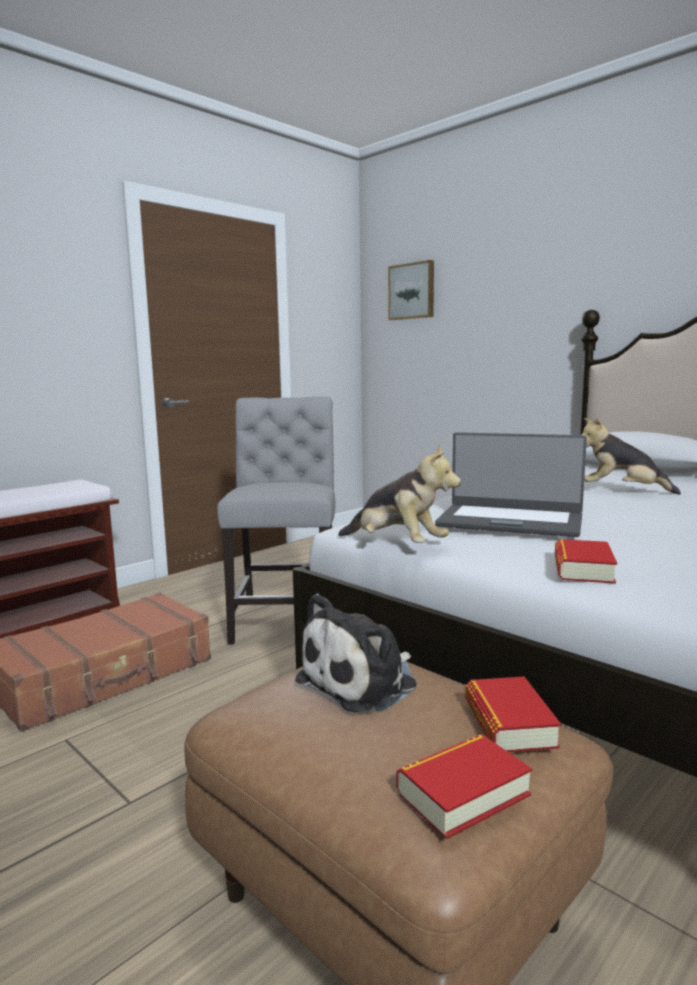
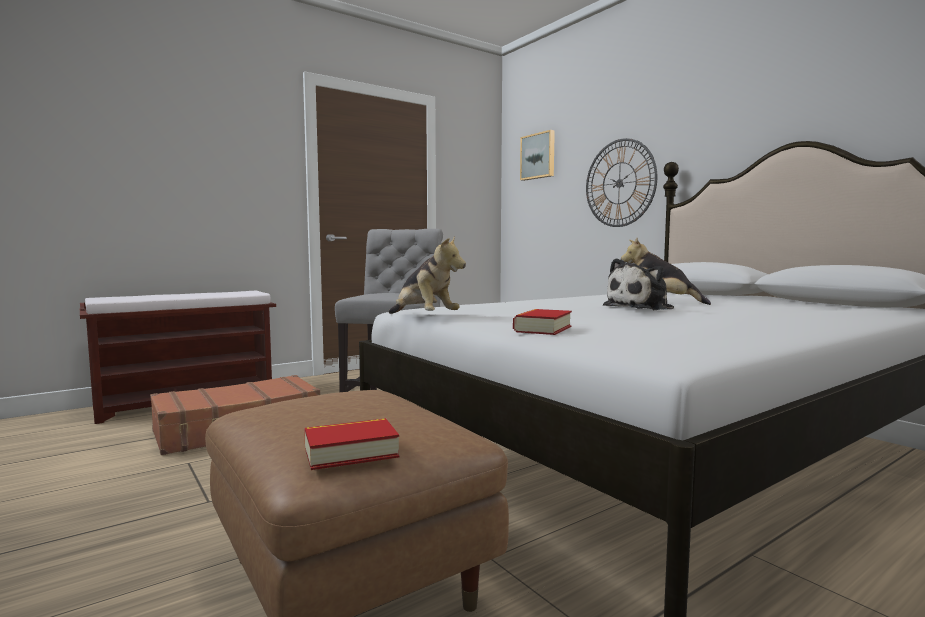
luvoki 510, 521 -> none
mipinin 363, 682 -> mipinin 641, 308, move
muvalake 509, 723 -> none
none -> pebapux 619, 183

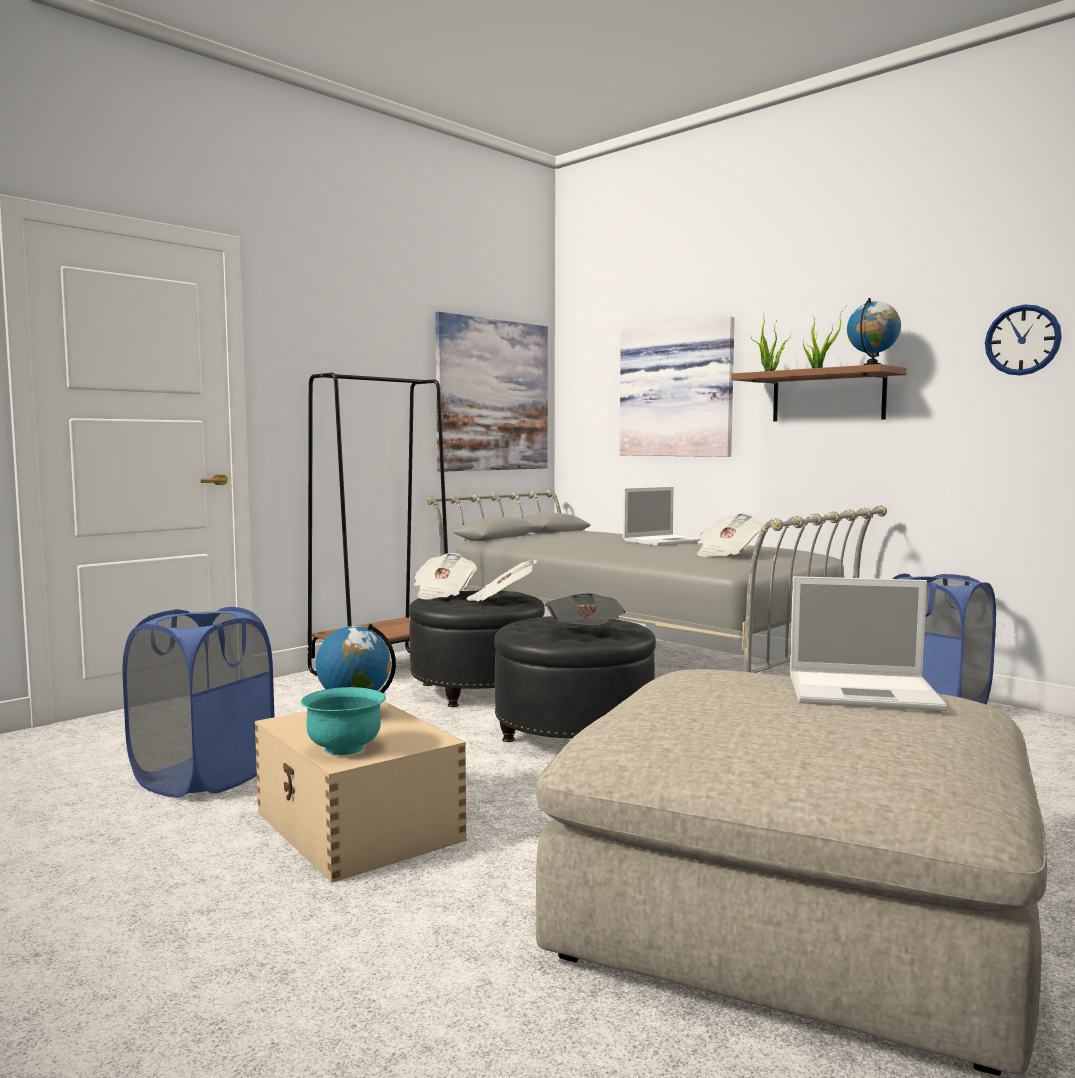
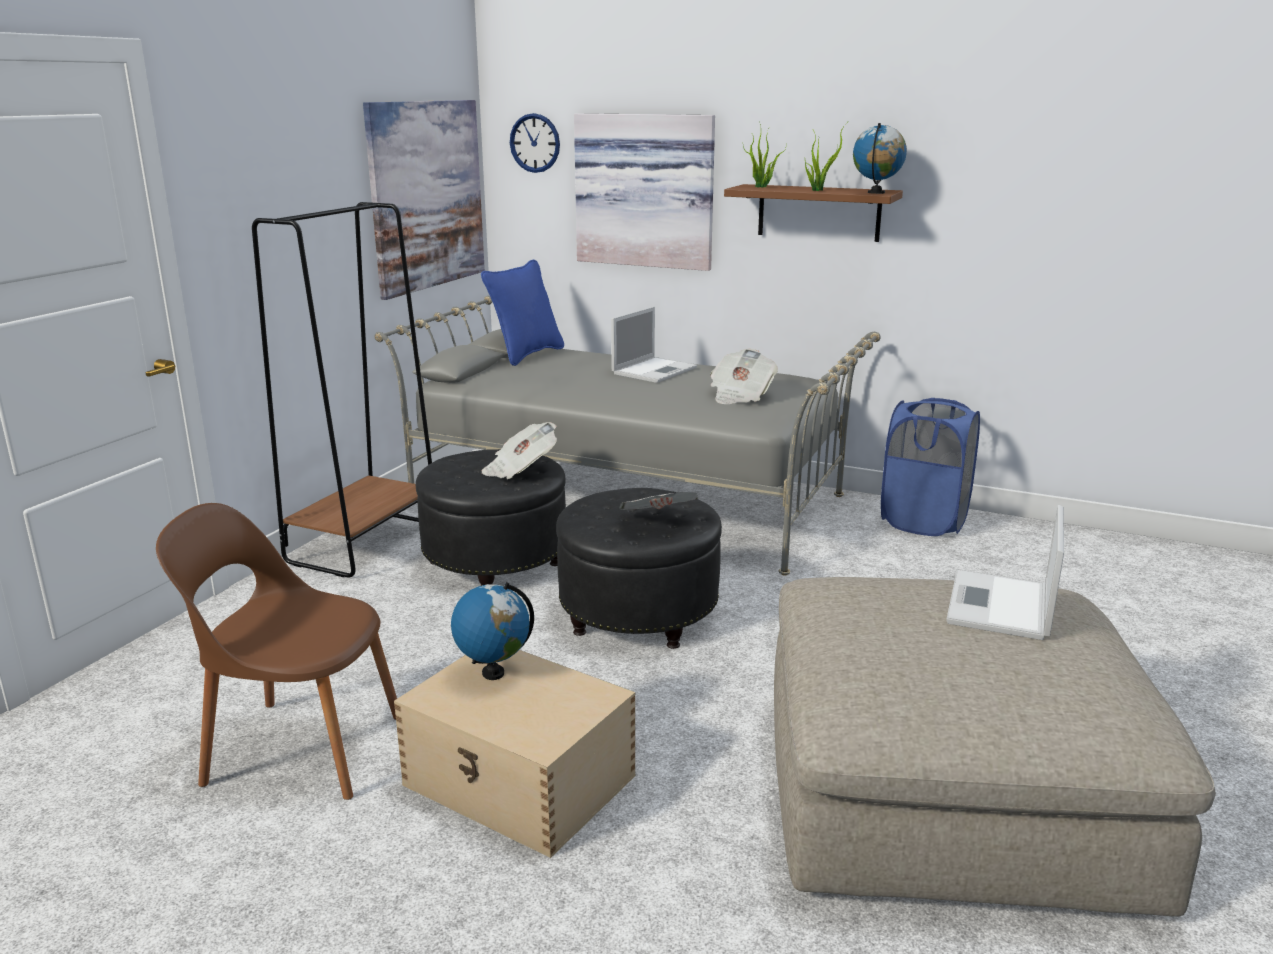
pebapux 1022, 340 -> pebapux 535, 143, move
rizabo 442, 594 -> none
luvoki 865, 692 -> luvoki 1000, 607, 120 degrees clockwise
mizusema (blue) 204, 777 -> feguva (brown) 299, 748
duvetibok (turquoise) 345, 748 -> none
none -> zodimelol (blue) 526, 355

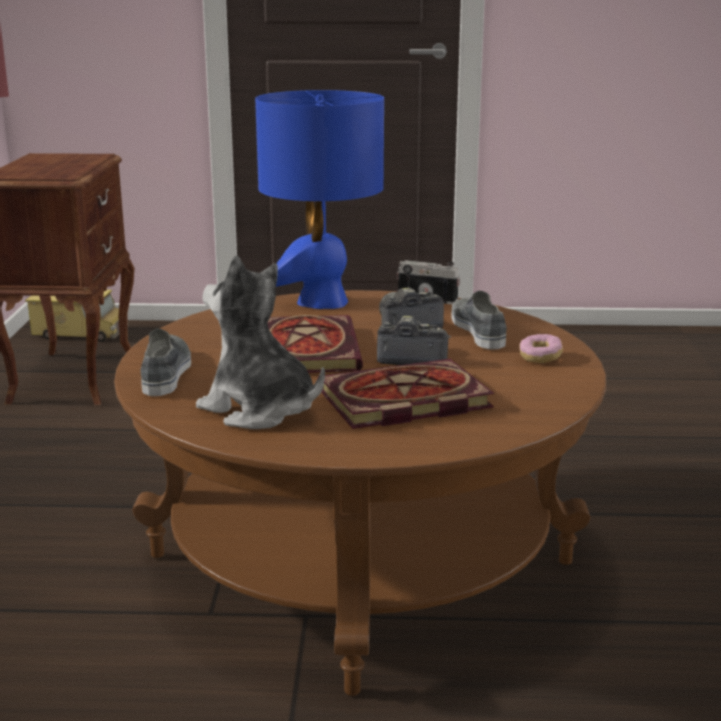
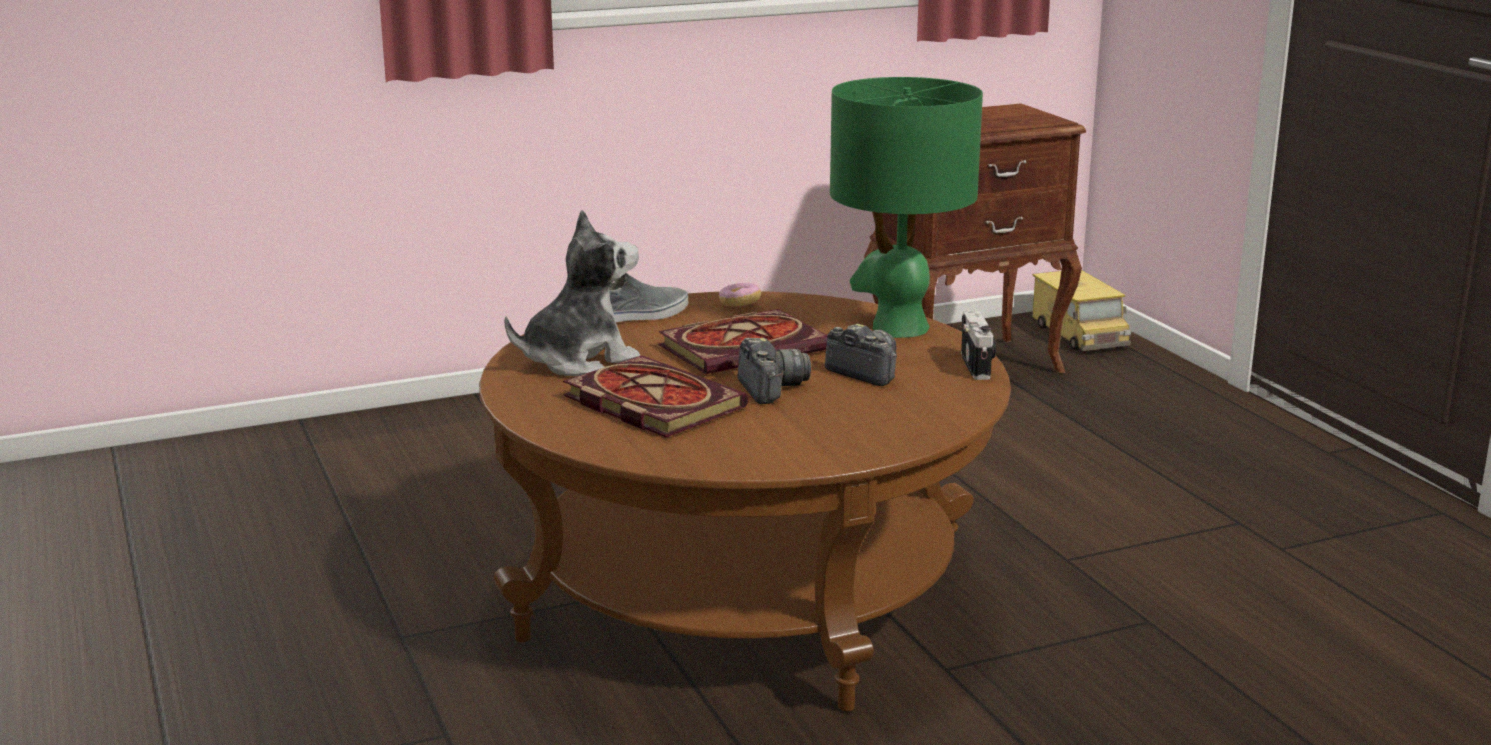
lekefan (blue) 322, 302 -> lekefan (green) 898, 327
mipinin 259, 410 -> mipinin 578, 360, 45 degrees clockwise
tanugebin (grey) 479, 330 -> none
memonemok 540, 357 -> memonemok 740, 304, move

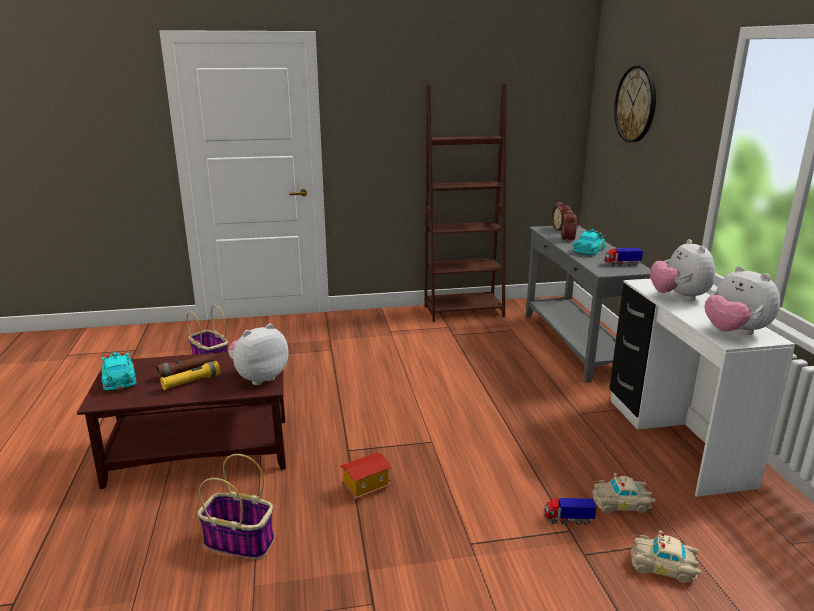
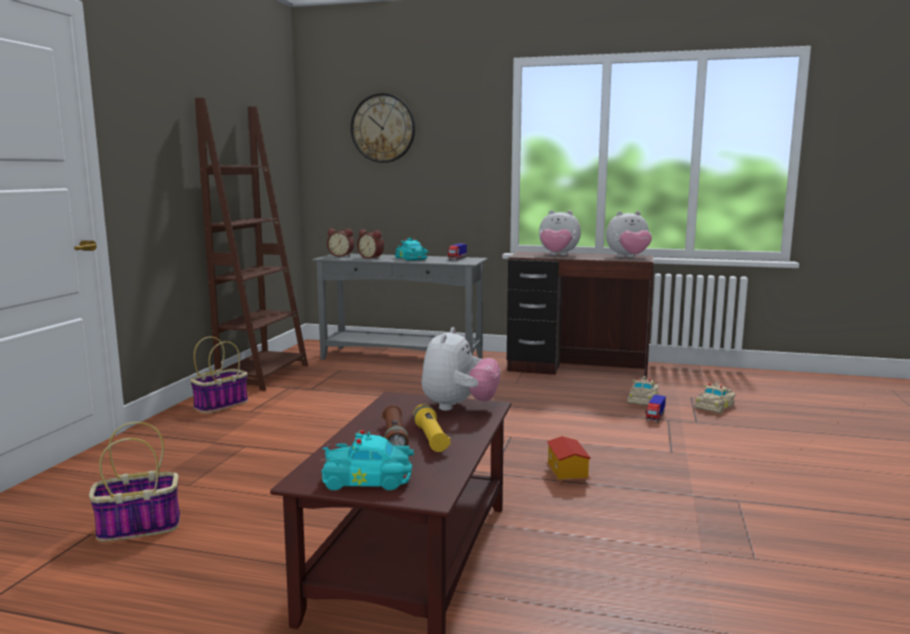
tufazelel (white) 674, 440 -> tufazelel (brown) 577, 370
mipinin 259, 378 -> mipinin 459, 407, 150 degrees counterclockwise
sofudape 240, 541 -> sofudape 221, 404, move

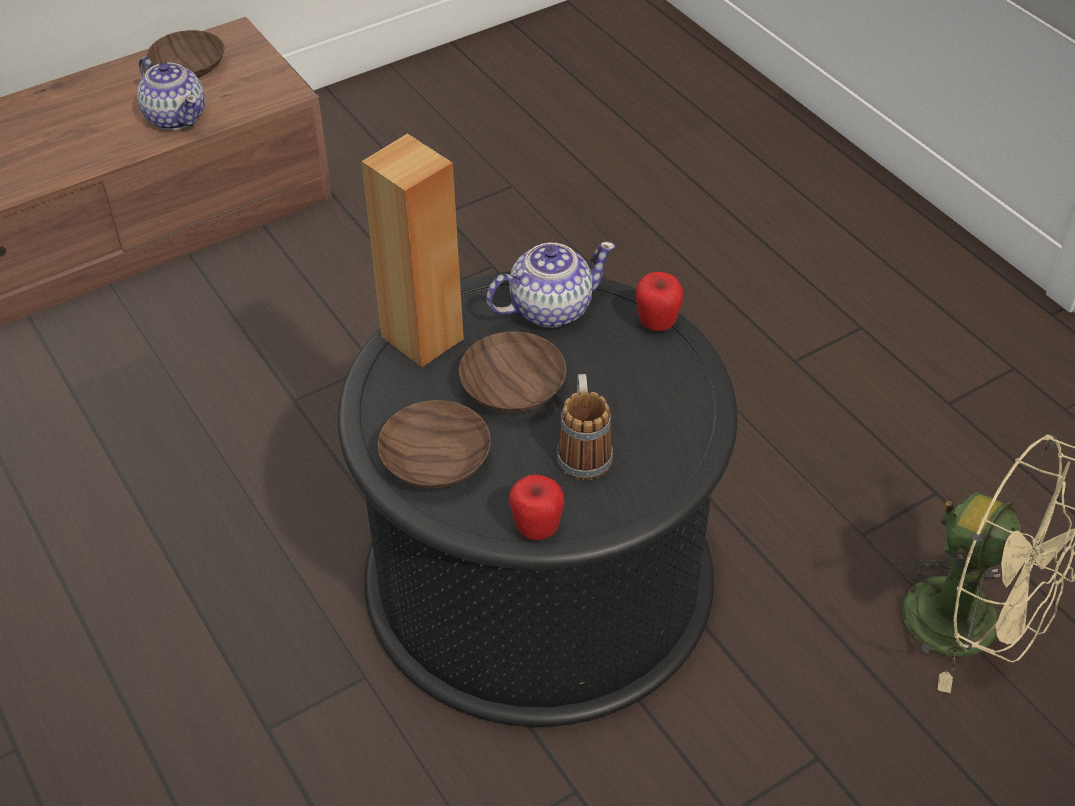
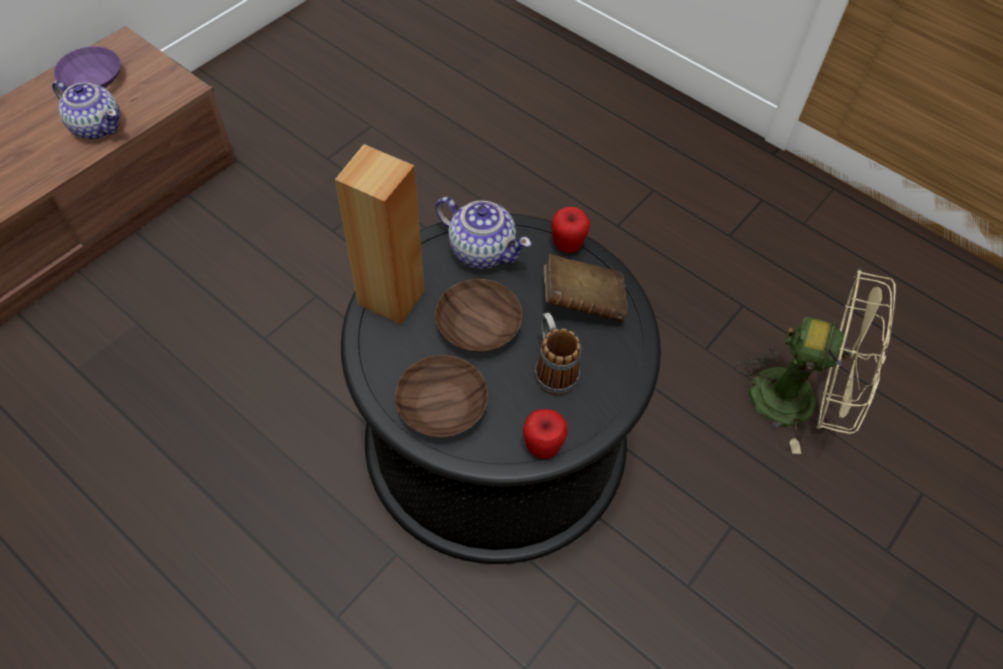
duvetibok (brown) 188, 67 -> duvetibok (purple) 92, 80
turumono 549, 308 -> turumono 481, 250, 75 degrees clockwise
none -> muvalake (brown) 582, 301

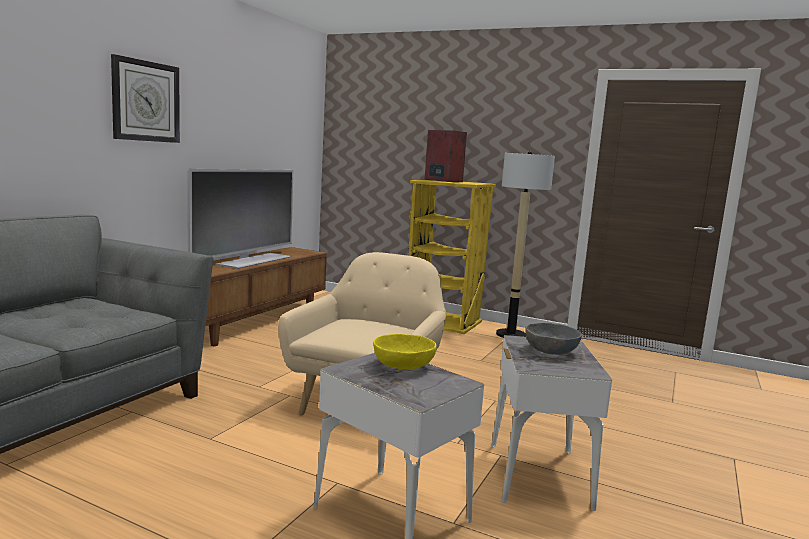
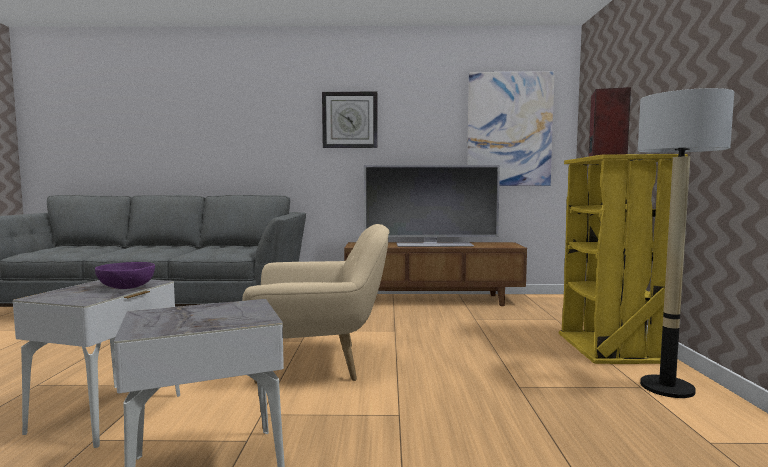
duvetibok (grey) 551, 351 -> none
duvetibok (yellow) 403, 366 -> duvetibok (purple) 127, 287
none -> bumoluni 509, 129

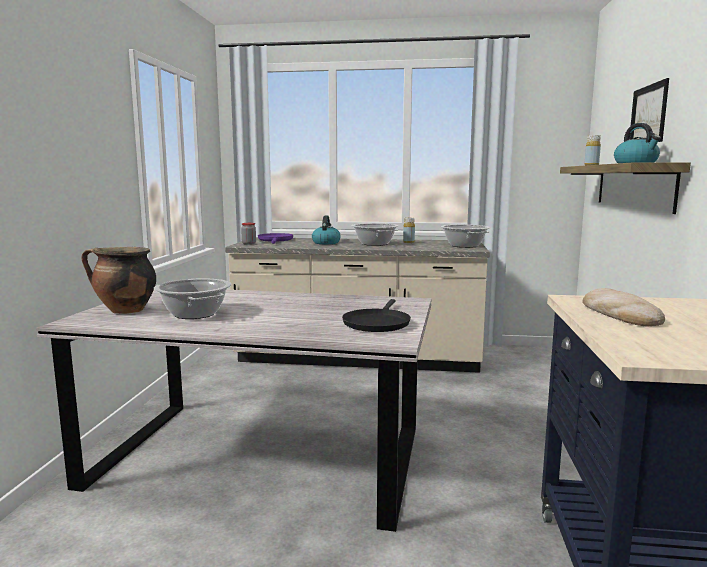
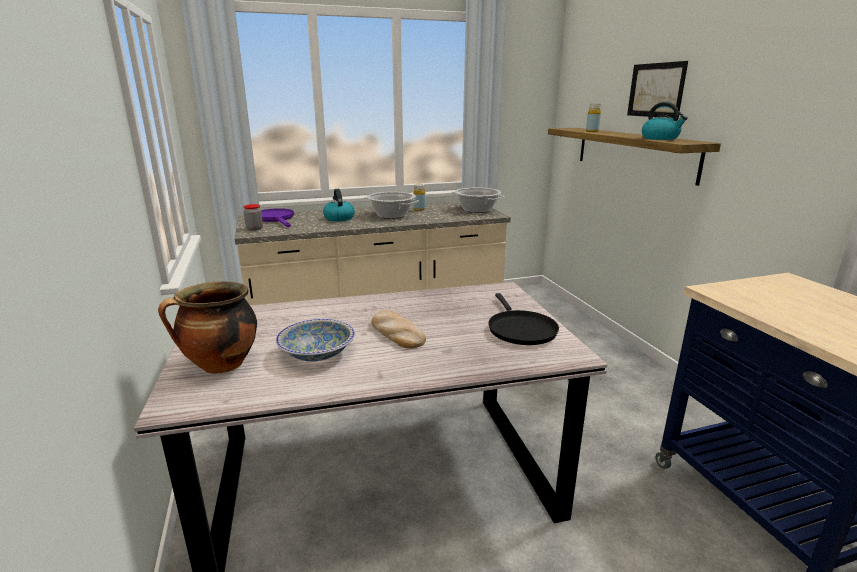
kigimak 195, 314 -> duvetibok 317, 353
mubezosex 618, 314 -> mubezosex 396, 333, move

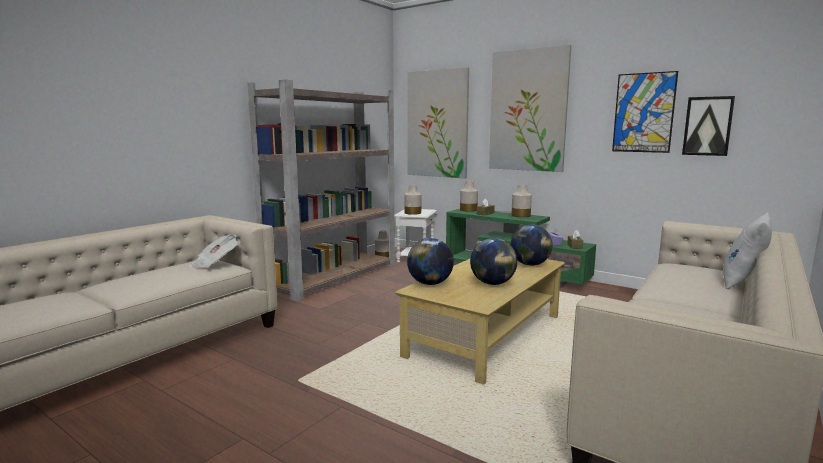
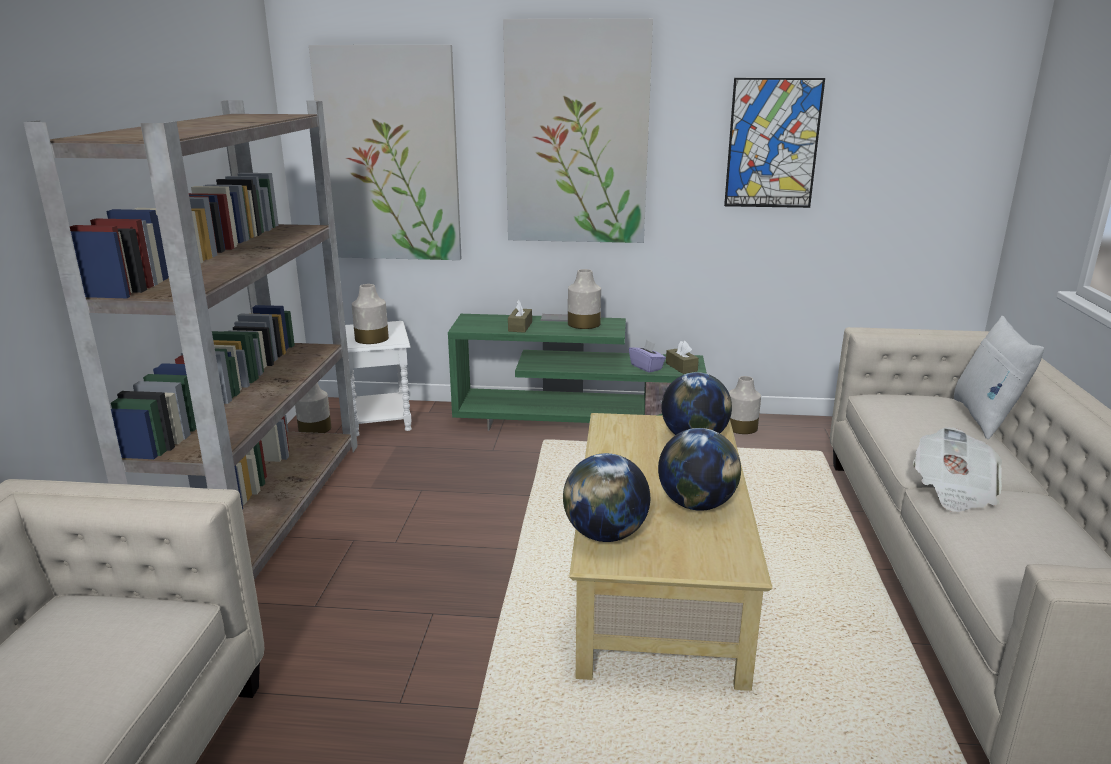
bumoluni 707, 126 -> none
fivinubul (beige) 468, 210 -> fivinubul (beige) 741, 427, move
rizabo 214, 263 -> rizabo 953, 491, move

